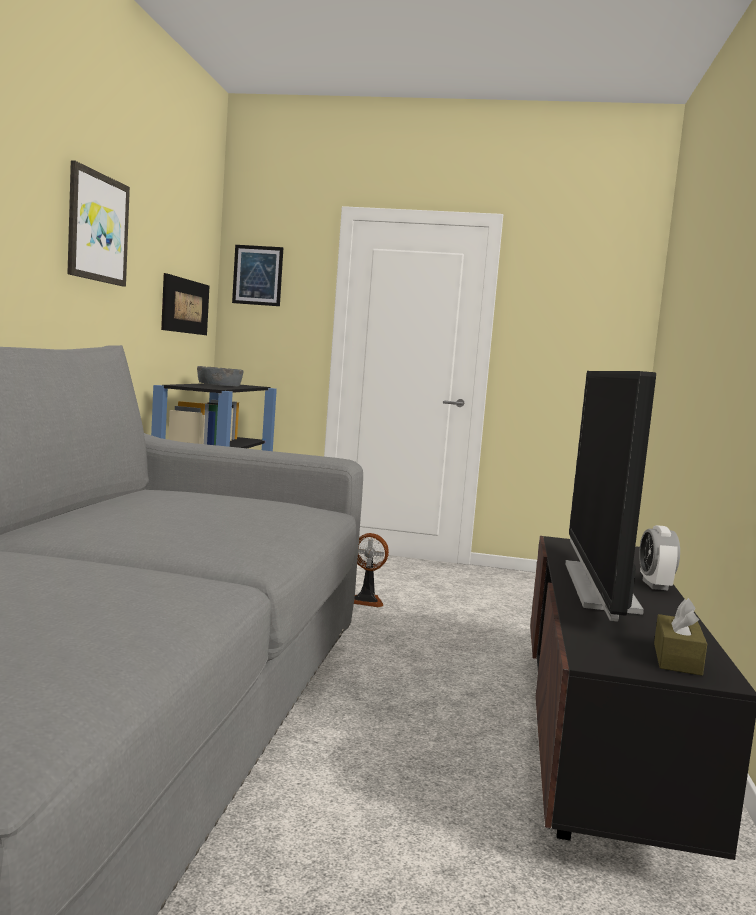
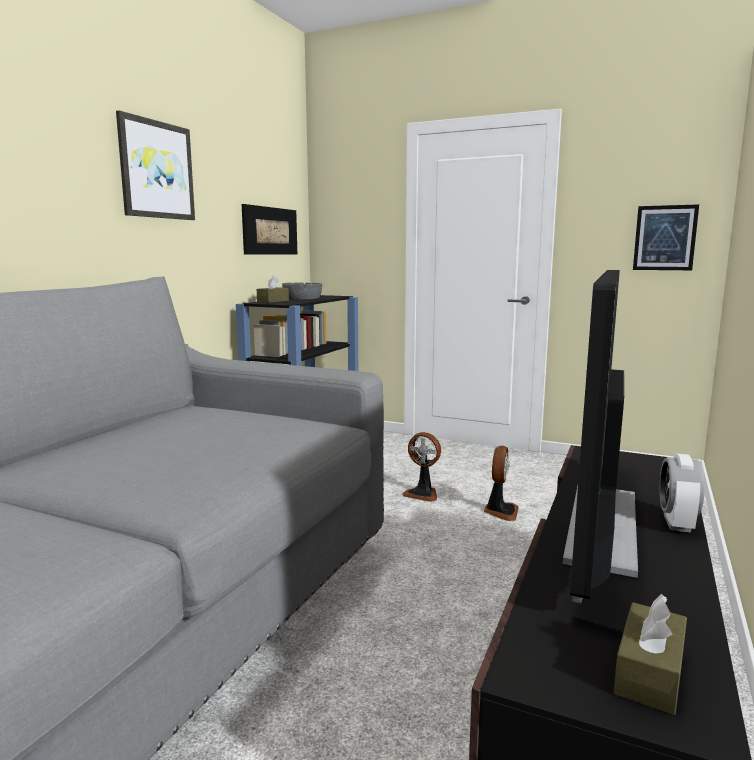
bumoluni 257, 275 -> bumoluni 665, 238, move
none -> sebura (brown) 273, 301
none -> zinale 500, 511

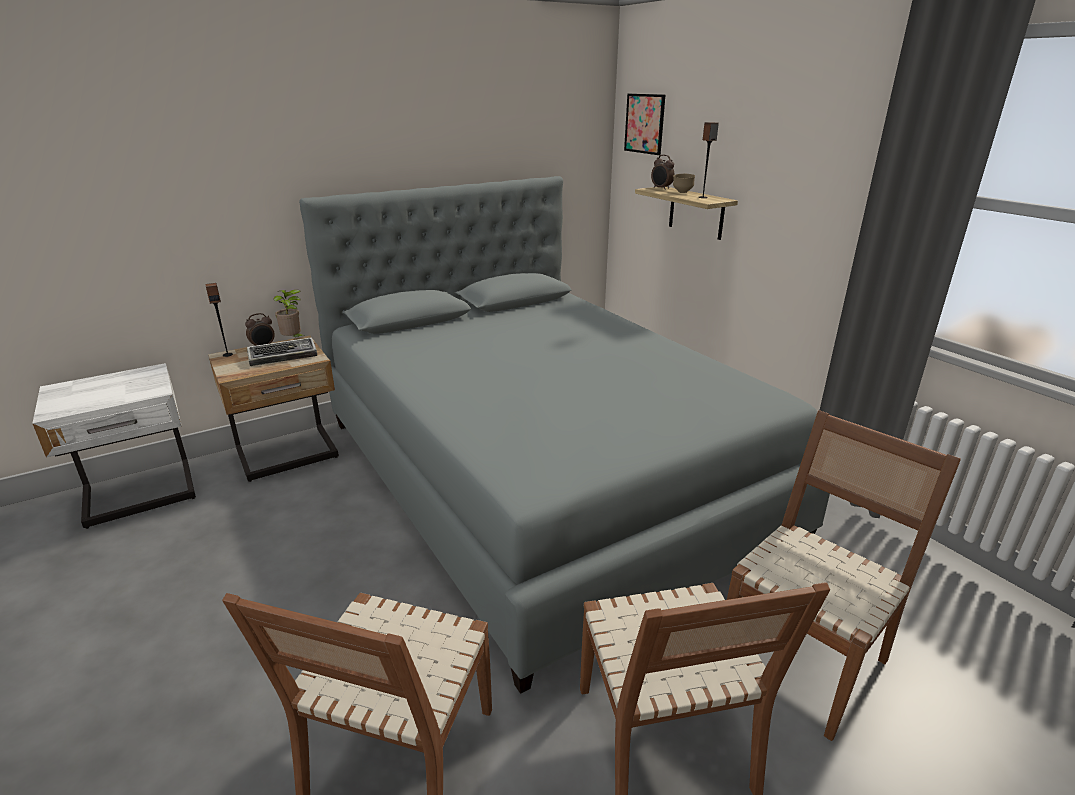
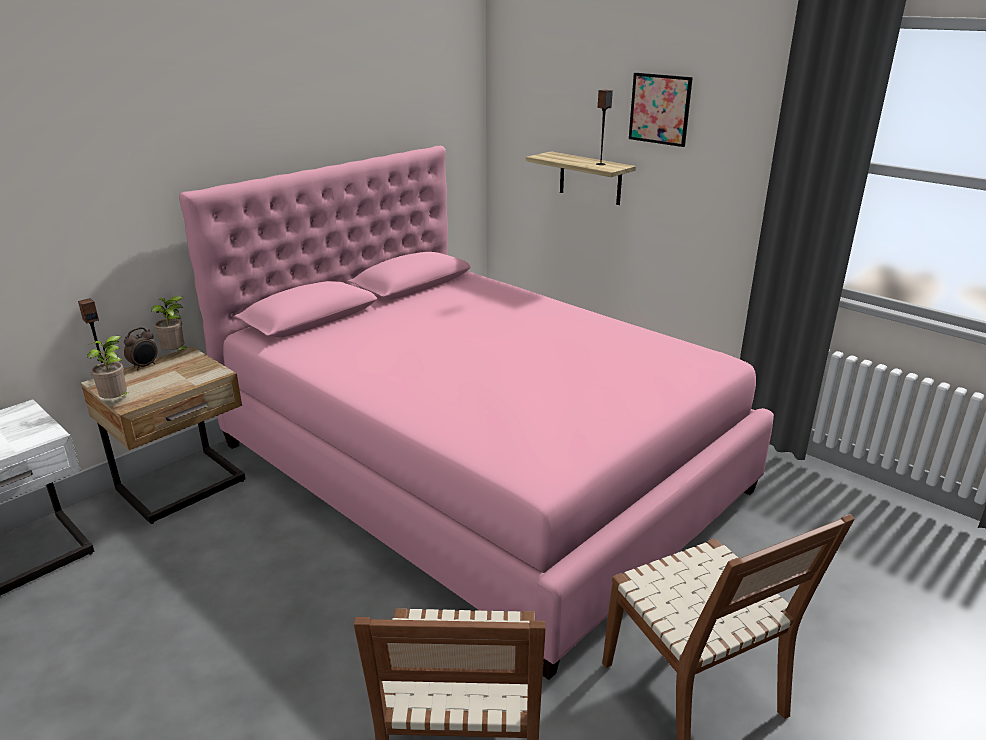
bumoluni 644, 123 -> bumoluni 660, 109, move
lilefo 661, 188 -> none
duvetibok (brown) 682, 192 -> none
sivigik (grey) 541, 475 -> sivigik (pink) 478, 466
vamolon 284, 356 -> none
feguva 804, 657 -> none
none -> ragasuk 117, 401

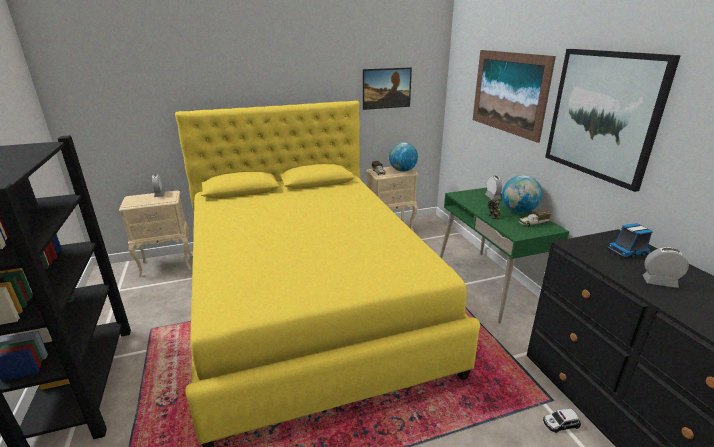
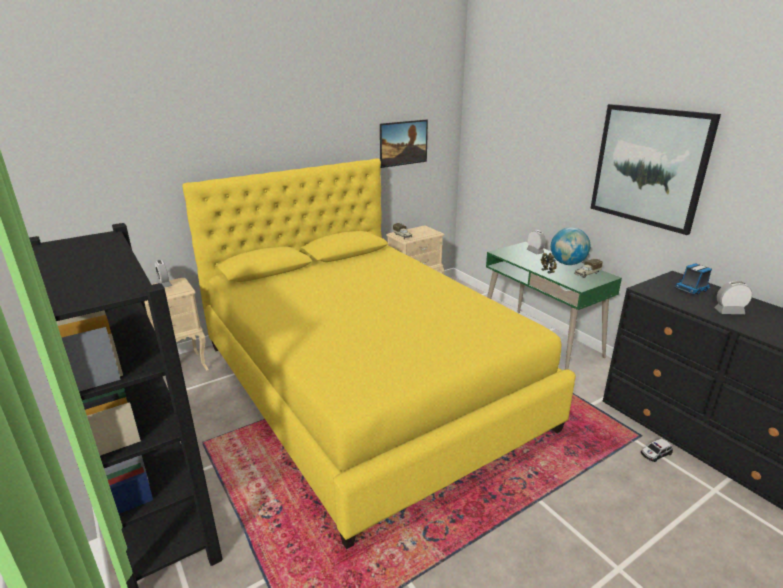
bumoluni 508, 92 -> none
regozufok 402, 170 -> none

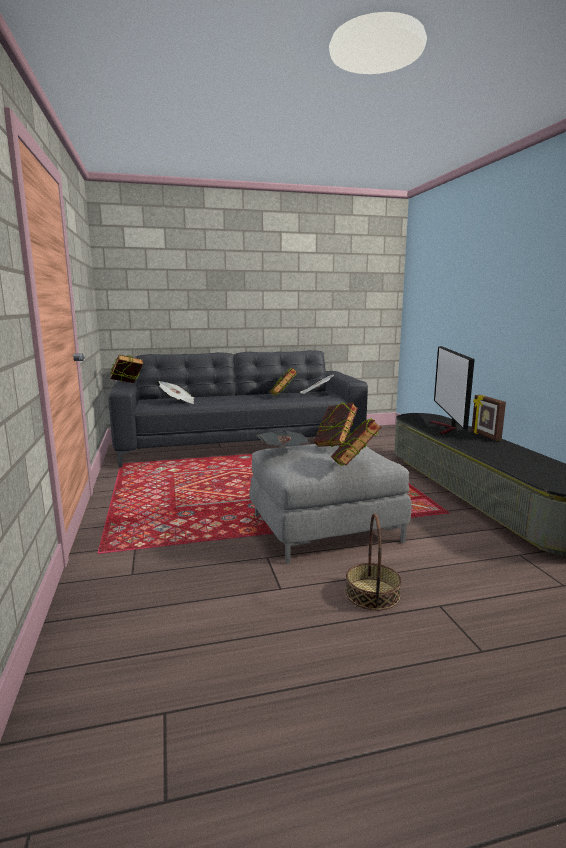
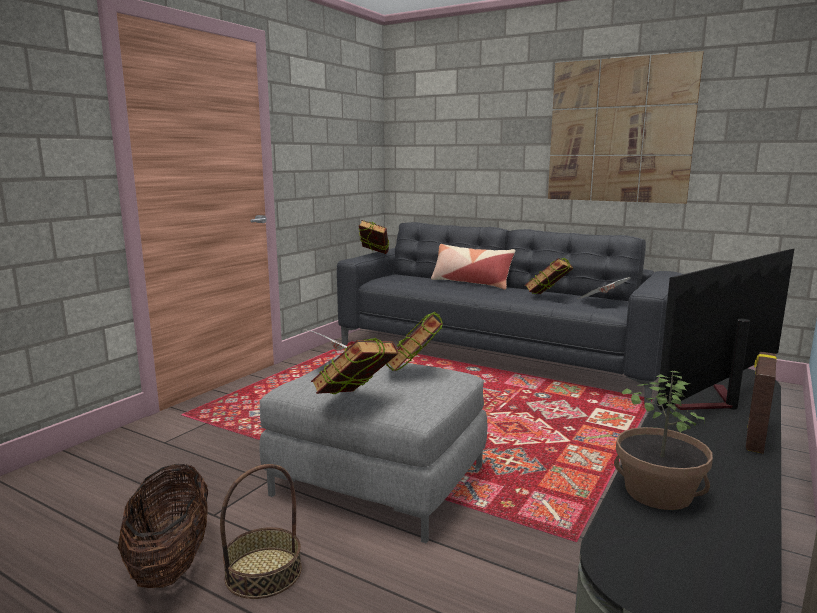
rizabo 178, 402 -> none
none -> bumoluni 619, 131
none -> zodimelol 470, 283
none -> ragasuk 658, 492
none -> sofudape 171, 562

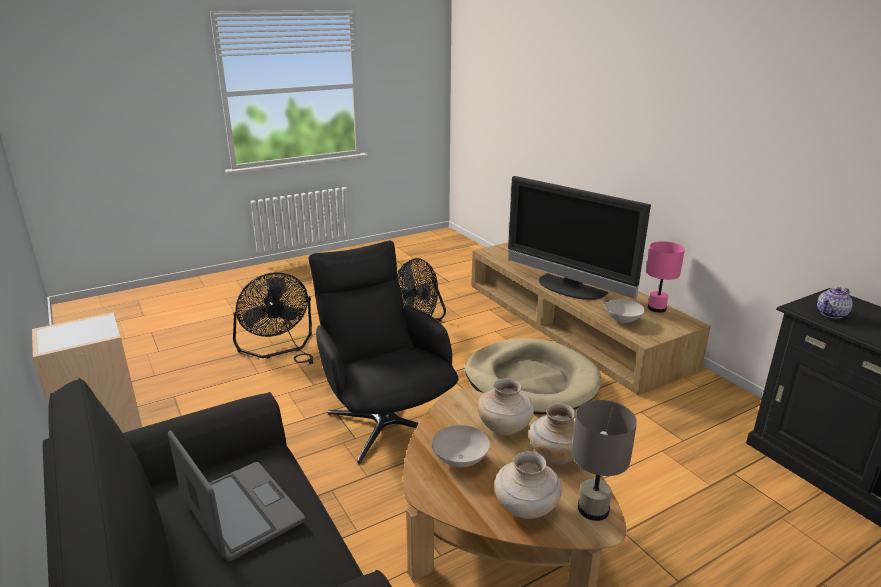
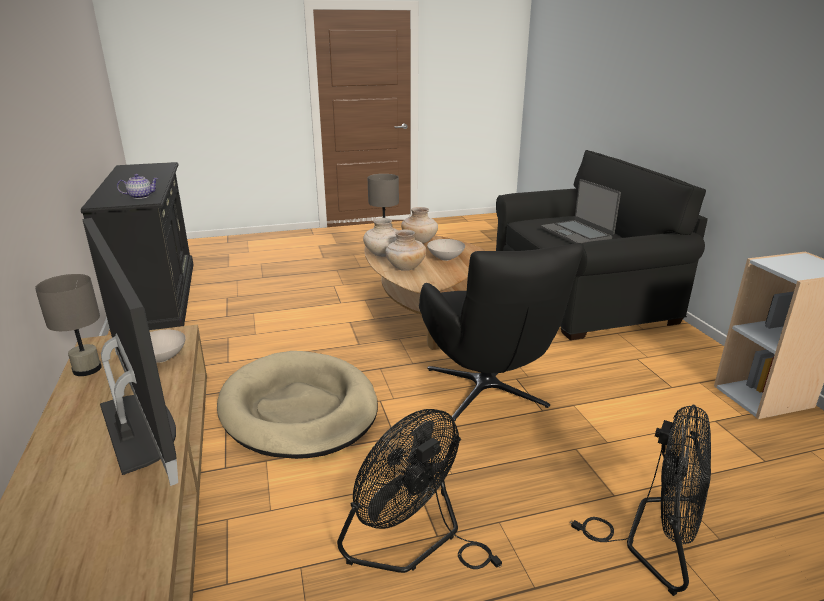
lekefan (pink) 656, 308 -> lekefan (grey) 88, 369
zinale (black) 282, 348 -> zinale (black) 654, 535, 45 degrees counterclockwise

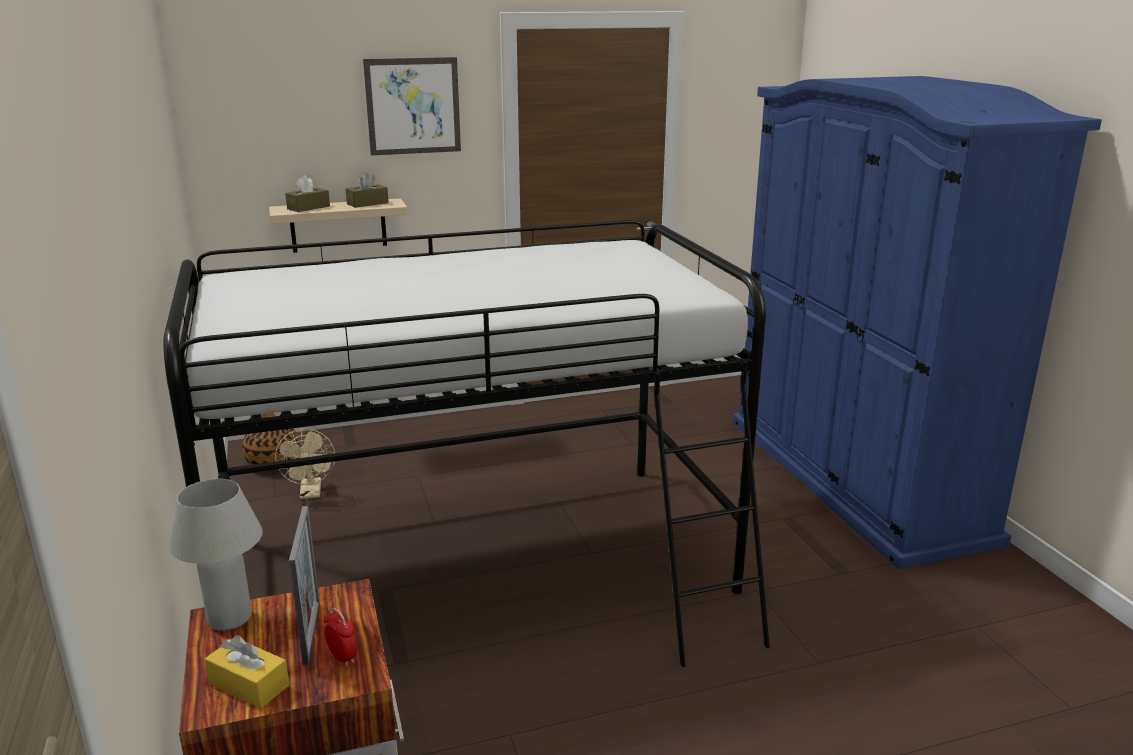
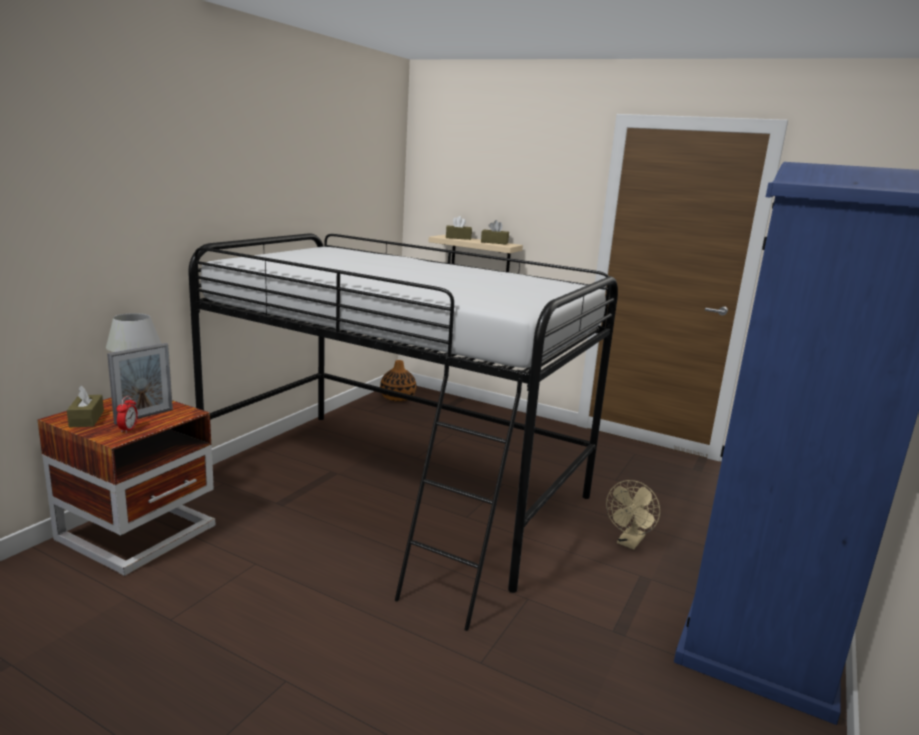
bumoluni 413, 106 -> none
zinale (beige) 311, 493 -> zinale (beige) 629, 542, move
sebura (yellow) 249, 684 -> sebura (brown) 86, 419

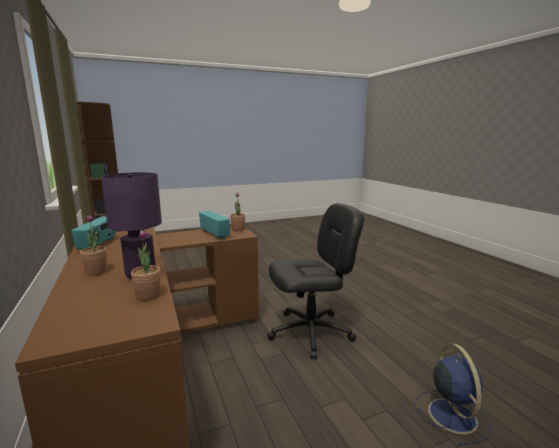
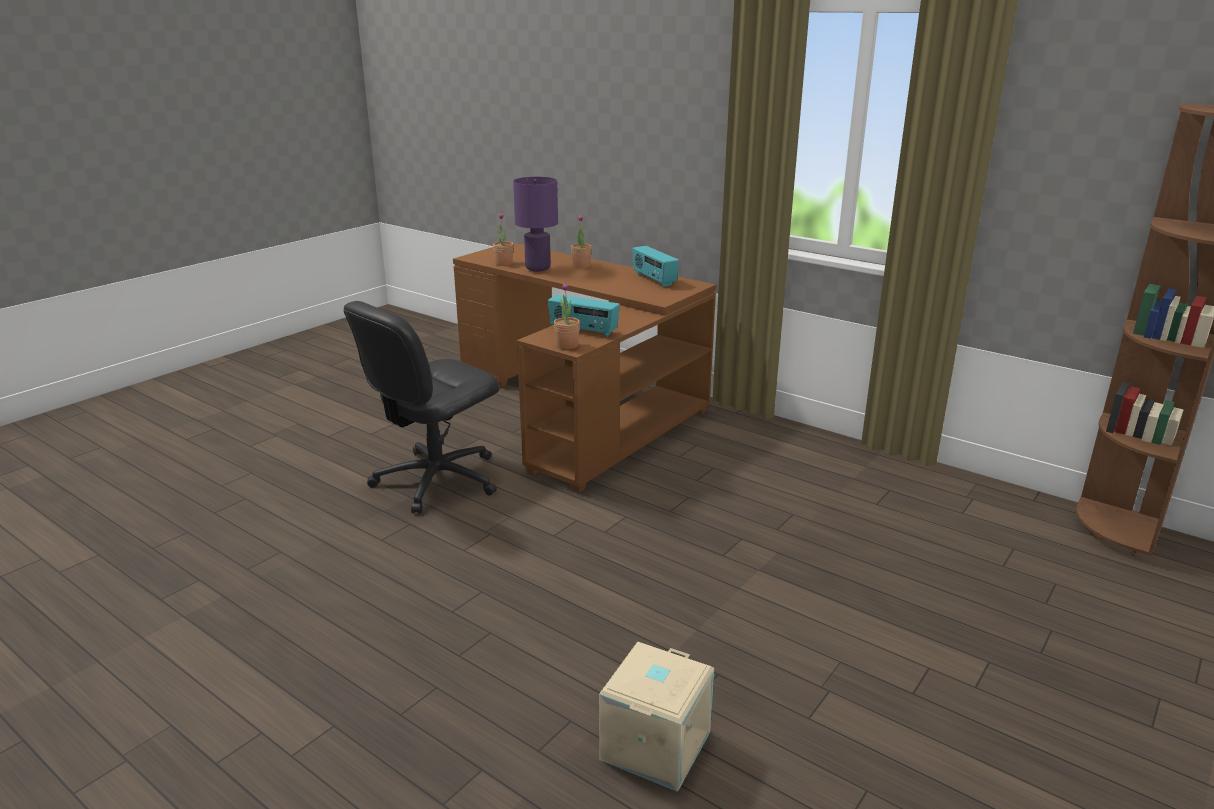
zinale (blue) 451, 414 -> none
none -> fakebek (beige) 654, 744

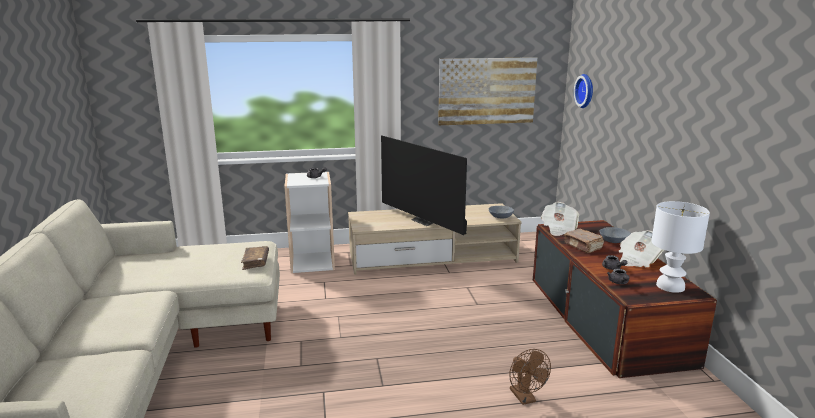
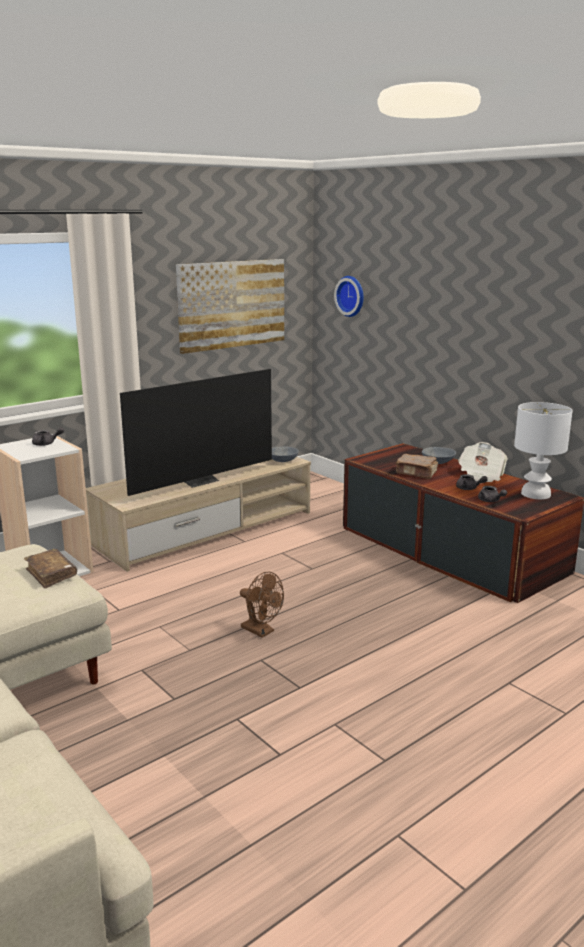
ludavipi 425, 221 -> ludavipi 200, 481, 60 degrees counterclockwise
rizabo 559, 229 -> none
zinale (brown) 525, 398 -> zinale (brown) 261, 631, move

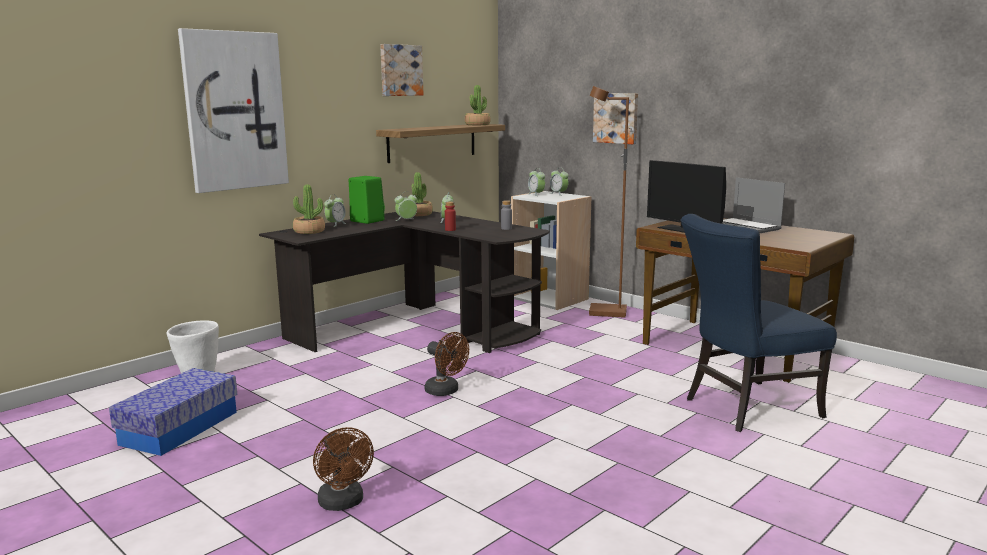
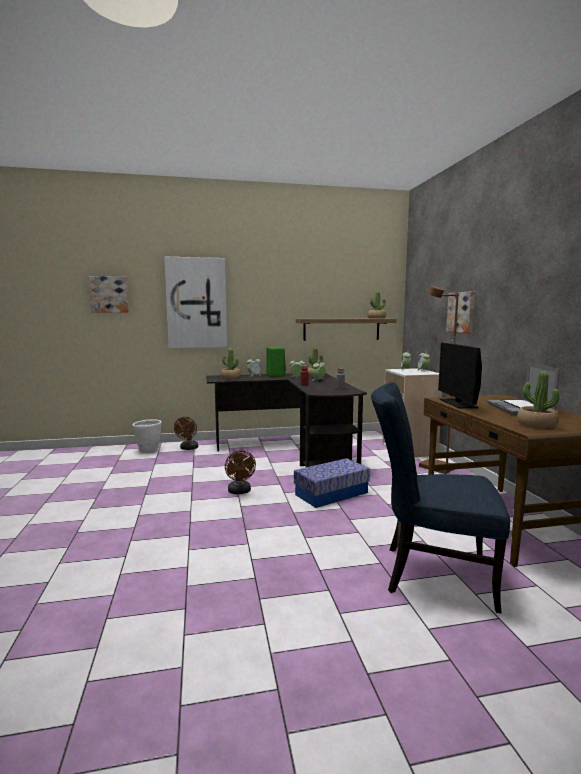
bumoluni 400, 70 -> bumoluni 109, 294, move
fakebek 180, 428 -> fakebek 331, 493, move
zinale (brown) 343, 503 -> zinale (brown) 188, 448, move
none -> ragasuk 537, 425

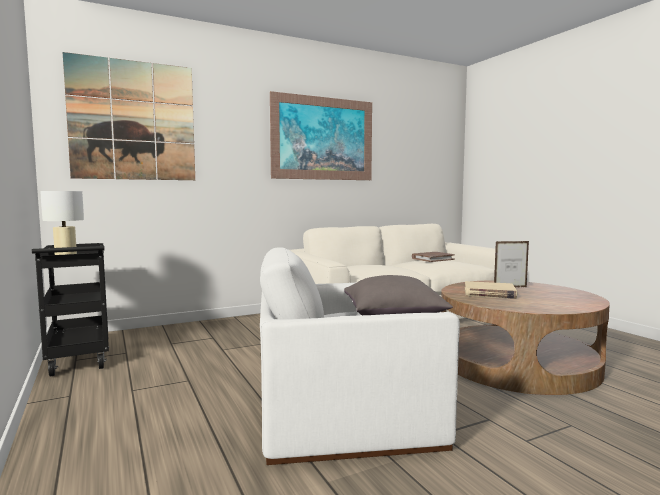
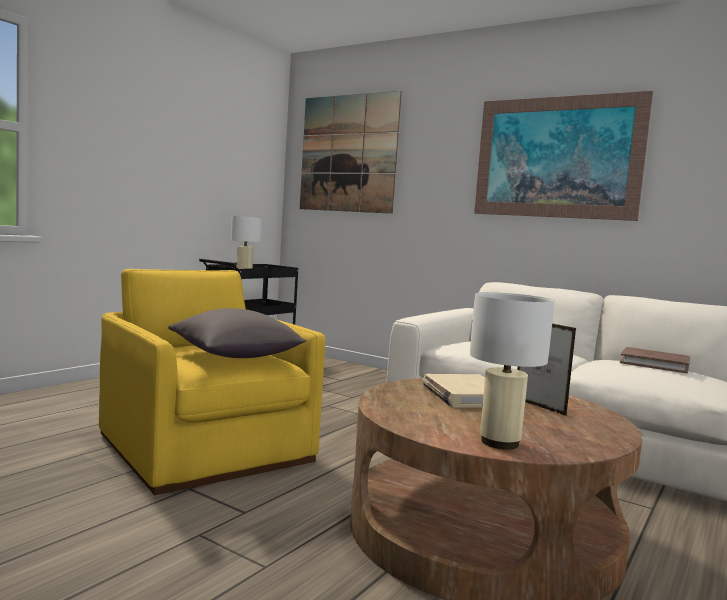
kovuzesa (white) 347, 415 -> kovuzesa (yellow) 206, 447
none -> lekefan (white) 499, 443

